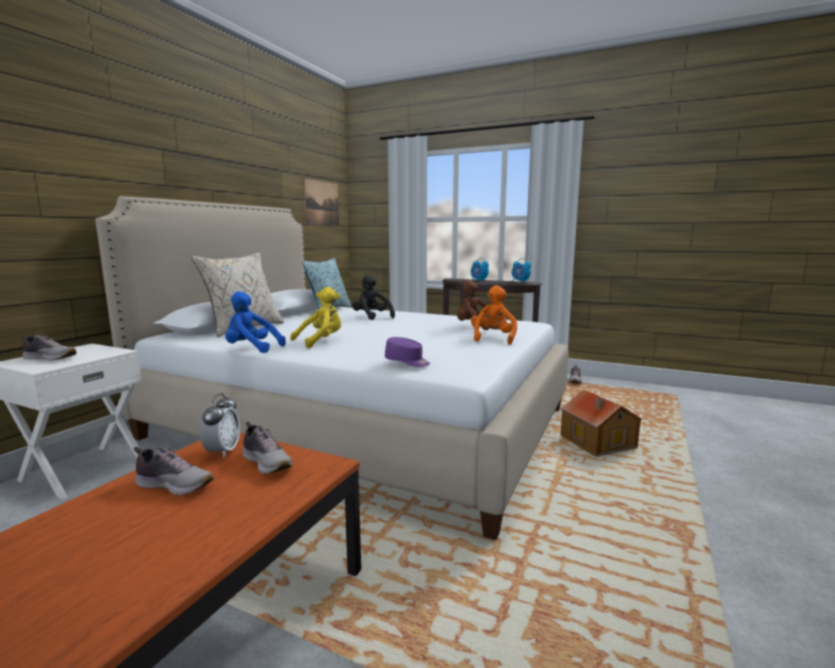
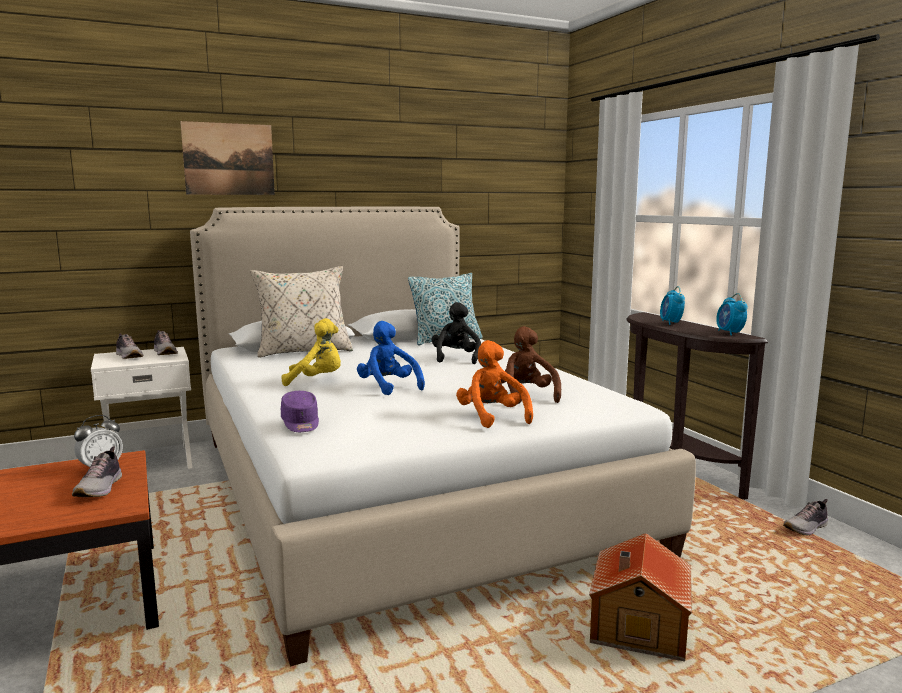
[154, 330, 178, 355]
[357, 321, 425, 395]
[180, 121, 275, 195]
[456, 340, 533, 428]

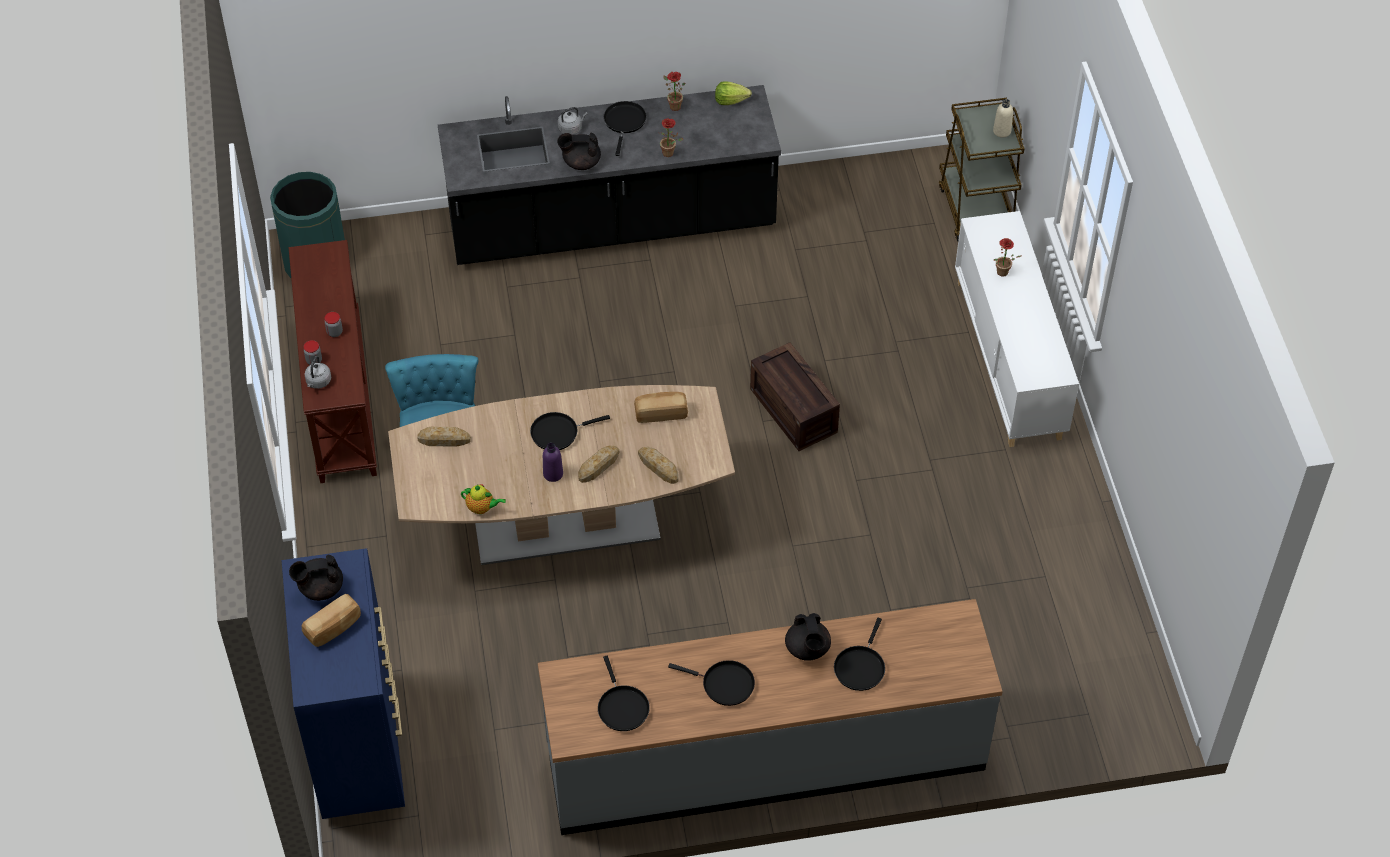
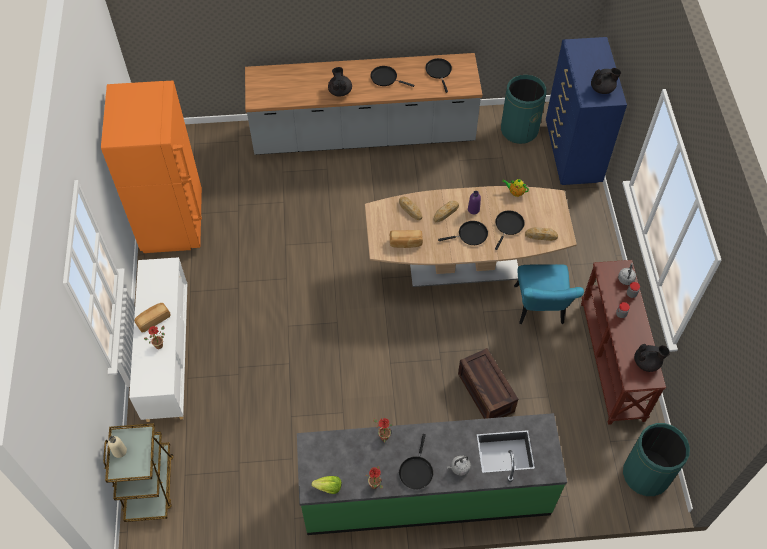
[101, 81, 202, 253]
[501, 75, 547, 144]
[134, 303, 170, 333]
[634, 344, 670, 372]
[458, 348, 518, 419]
[495, 210, 525, 250]
[297, 413, 567, 535]

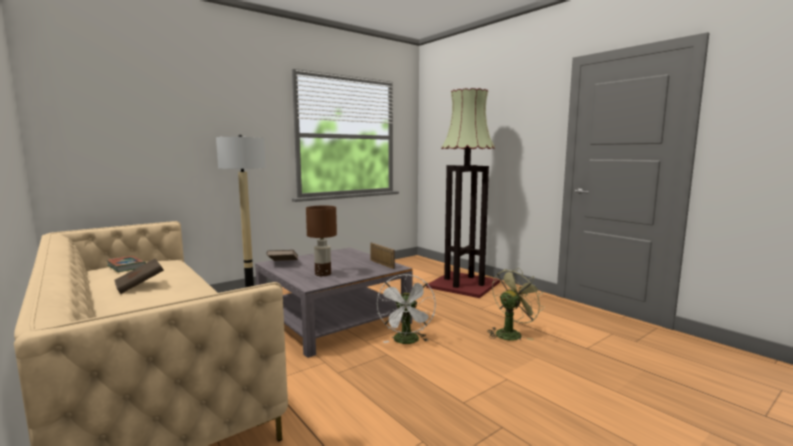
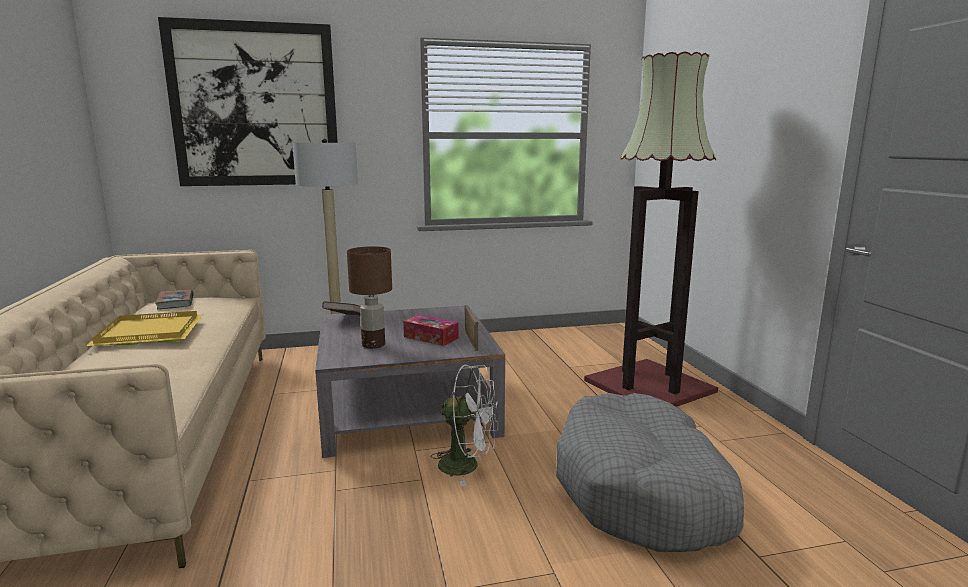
[158, 17, 338, 186]
[403, 315, 459, 346]
[86, 311, 203, 346]
[556, 393, 744, 552]
[431, 365, 498, 486]

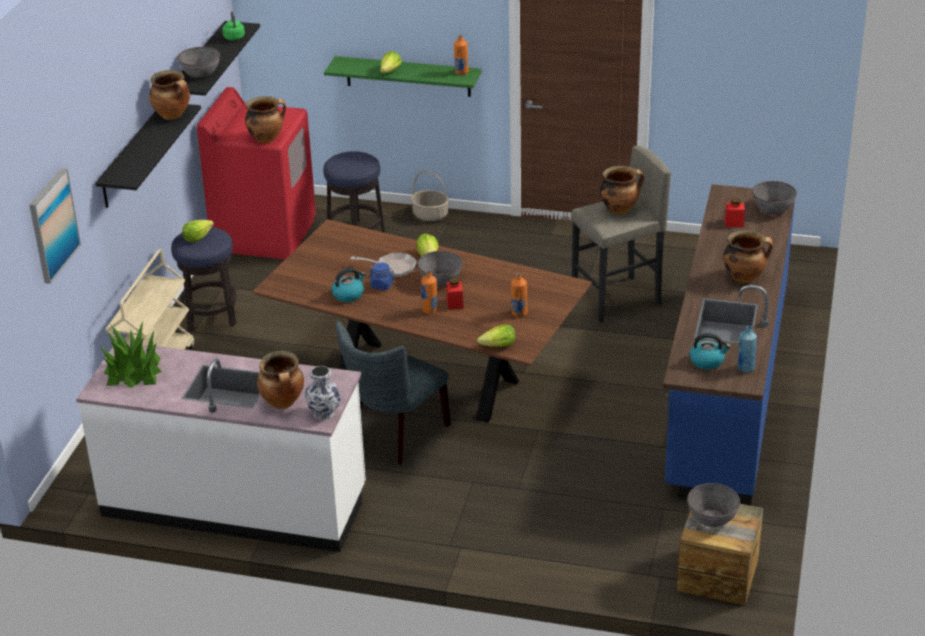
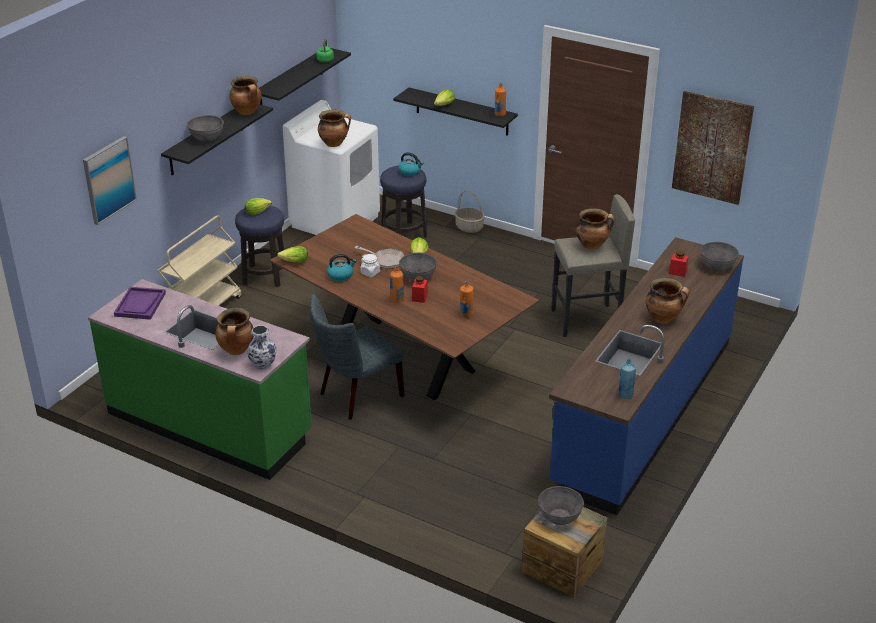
[672, 91, 754, 205]
[187, 115, 224, 142]
[277, 246, 308, 263]
[399, 152, 423, 176]
[114, 287, 166, 320]
[88, 279, 312, 480]
[283, 100, 380, 235]
[393, 88, 518, 136]
[360, 254, 380, 277]

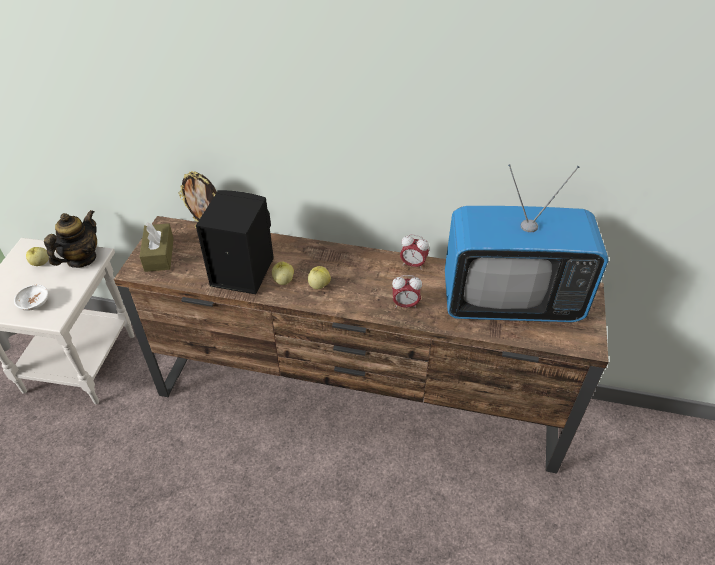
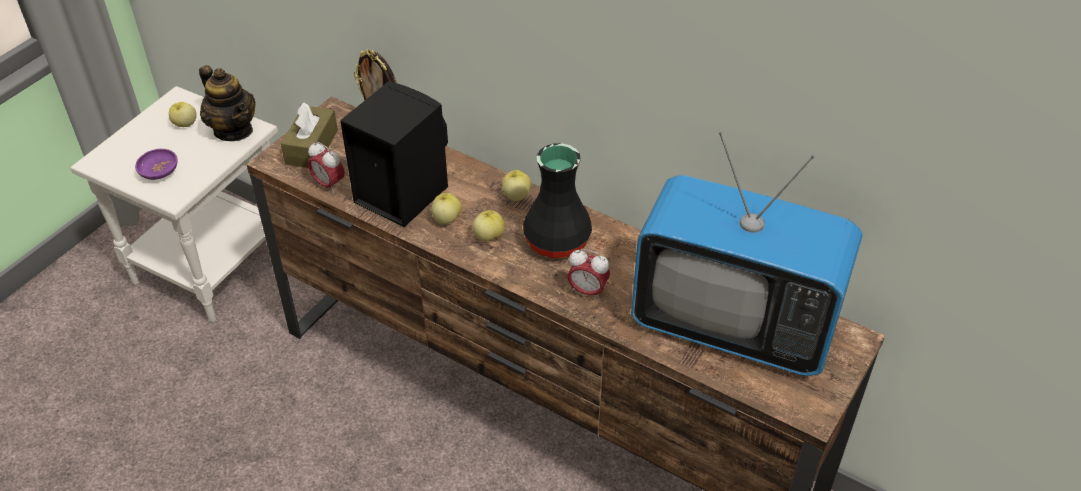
[502, 170, 531, 201]
[523, 143, 592, 258]
[308, 142, 345, 193]
[135, 149, 178, 180]
[199, 65, 255, 141]

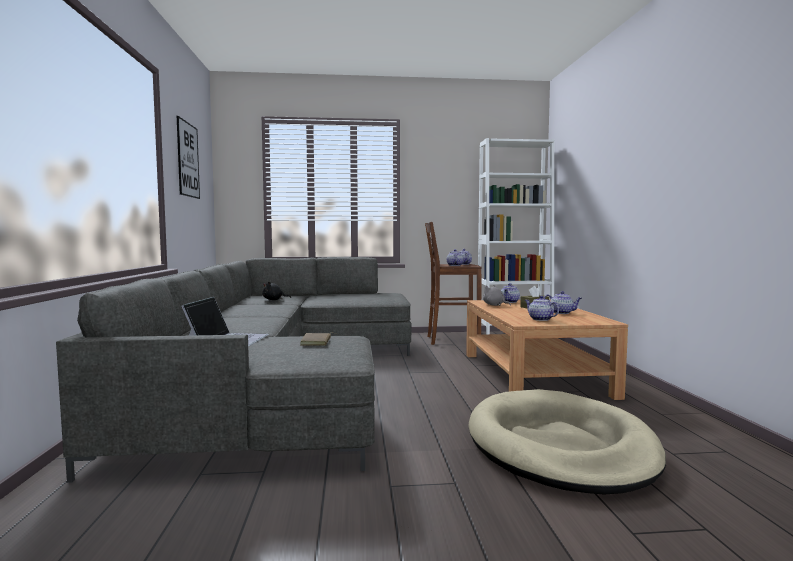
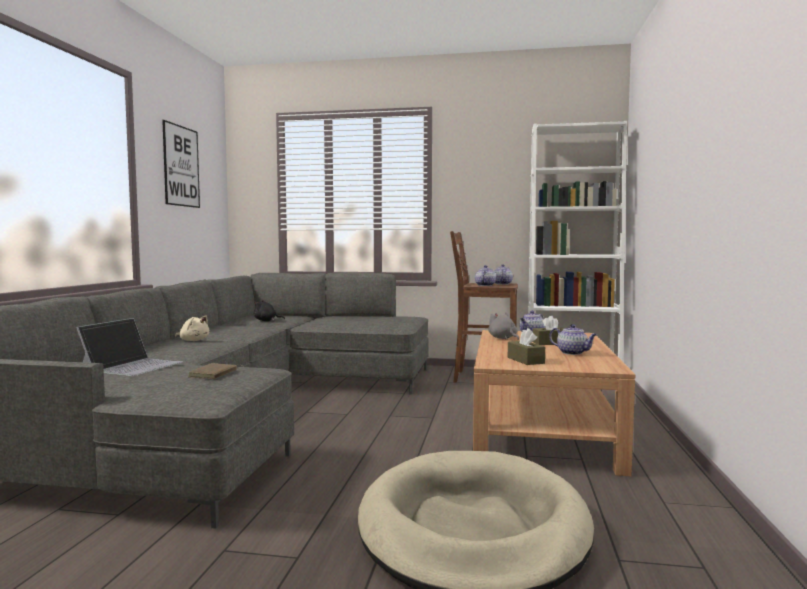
[175, 316, 210, 341]
[508, 328, 545, 365]

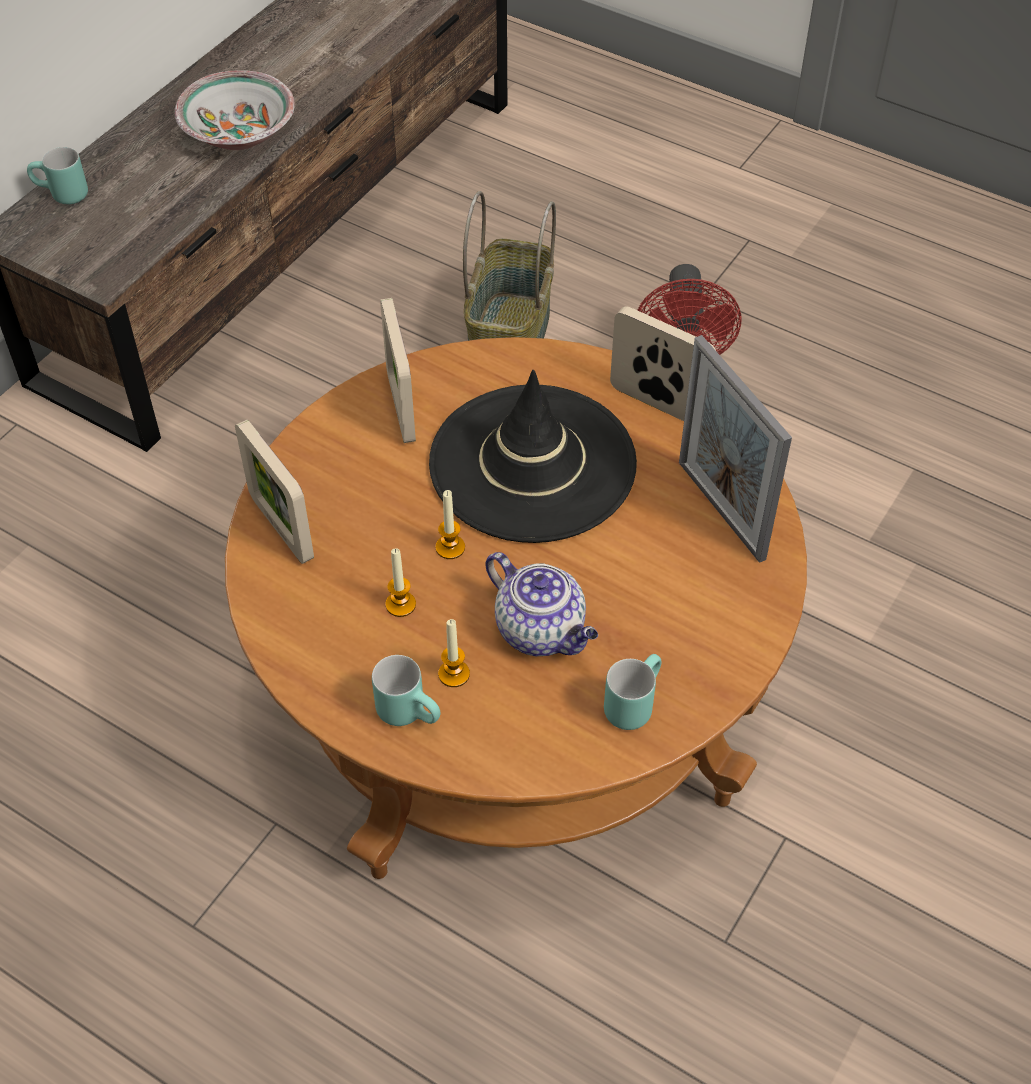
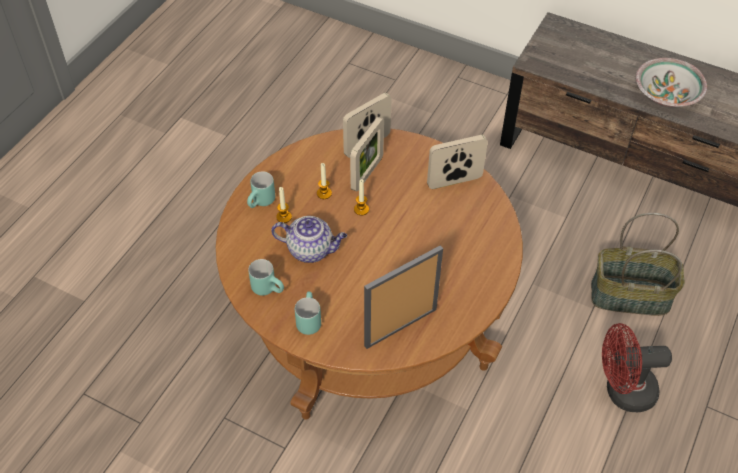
[429, 370, 637, 543] (first image)
[295, 292, 321, 335]
[350, 117, 384, 192]
[271, 216, 347, 263]

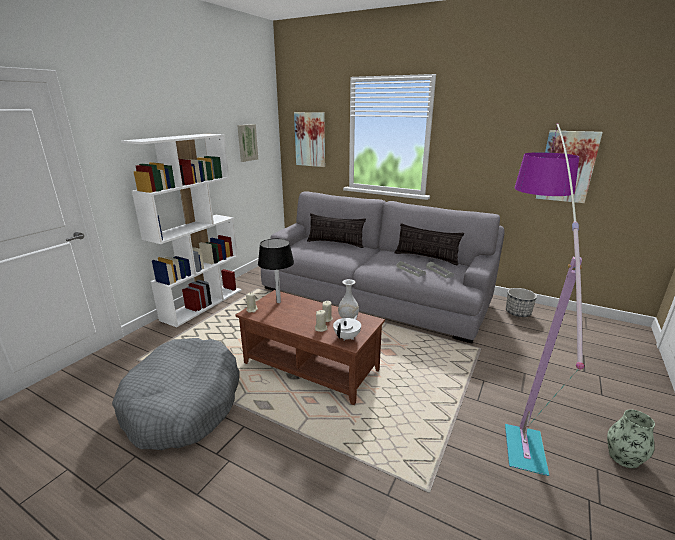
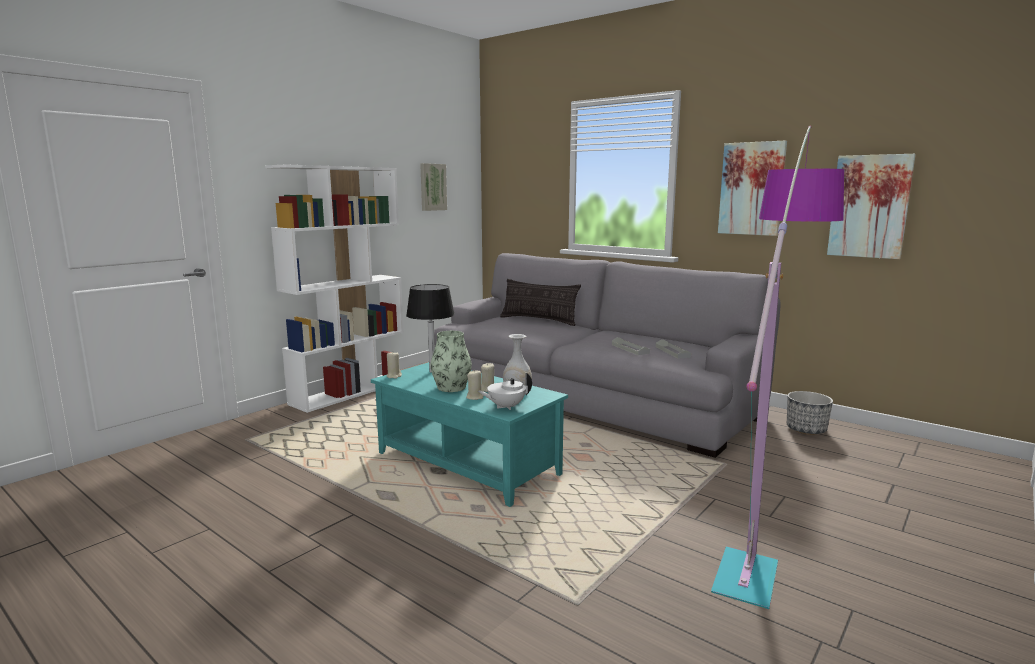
[112, 338, 240, 450] (first image)
[395, 223, 464, 265] (first image)
[718, 141, 787, 236]
[430, 331, 472, 392]
[371, 362, 568, 507]
[478, 373, 532, 410]

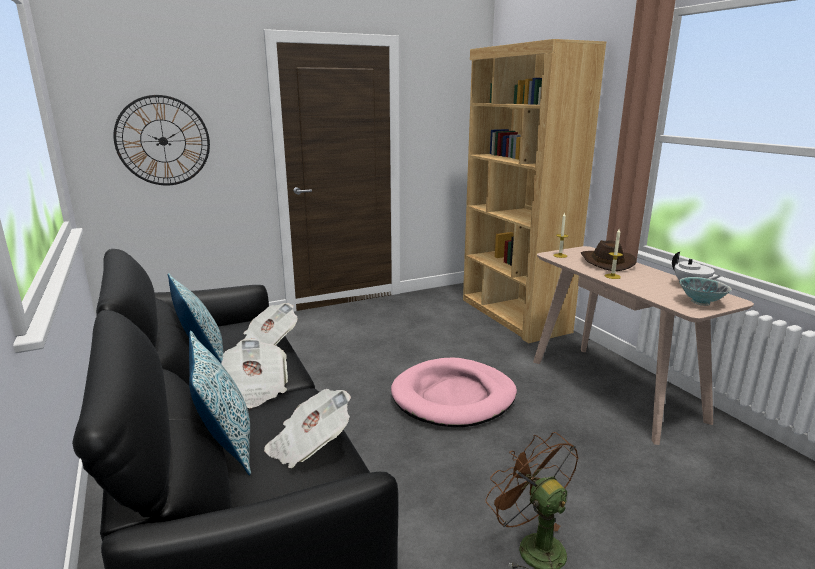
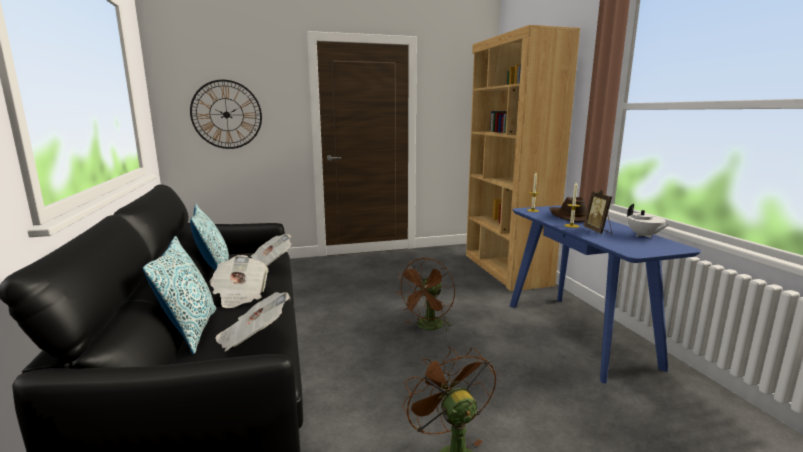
[679, 277, 732, 306] (first image)
[583, 190, 612, 233]
[398, 258, 455, 332]
[510, 206, 701, 384]

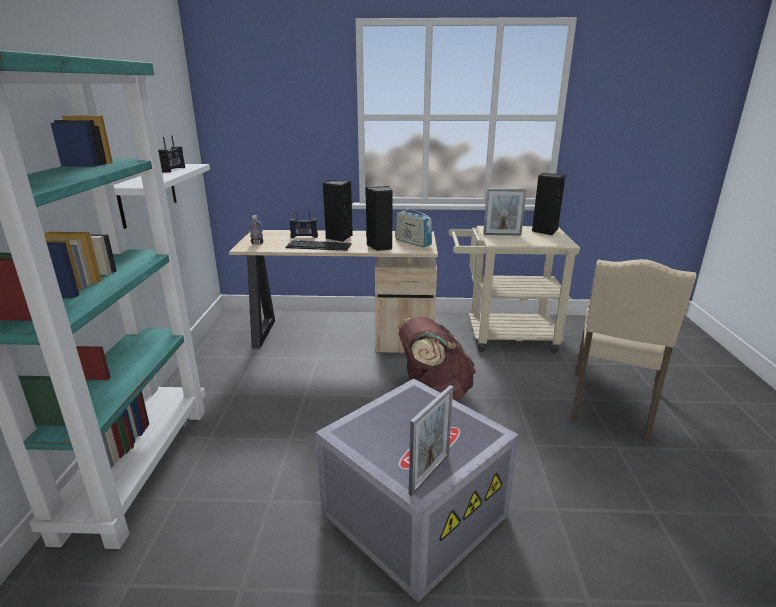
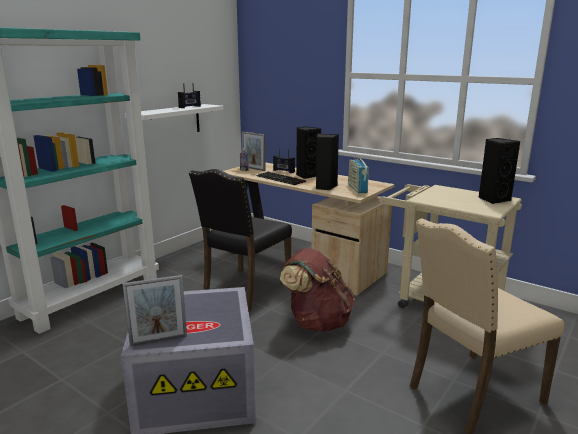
[189, 169, 292, 312]
[242, 131, 266, 171]

